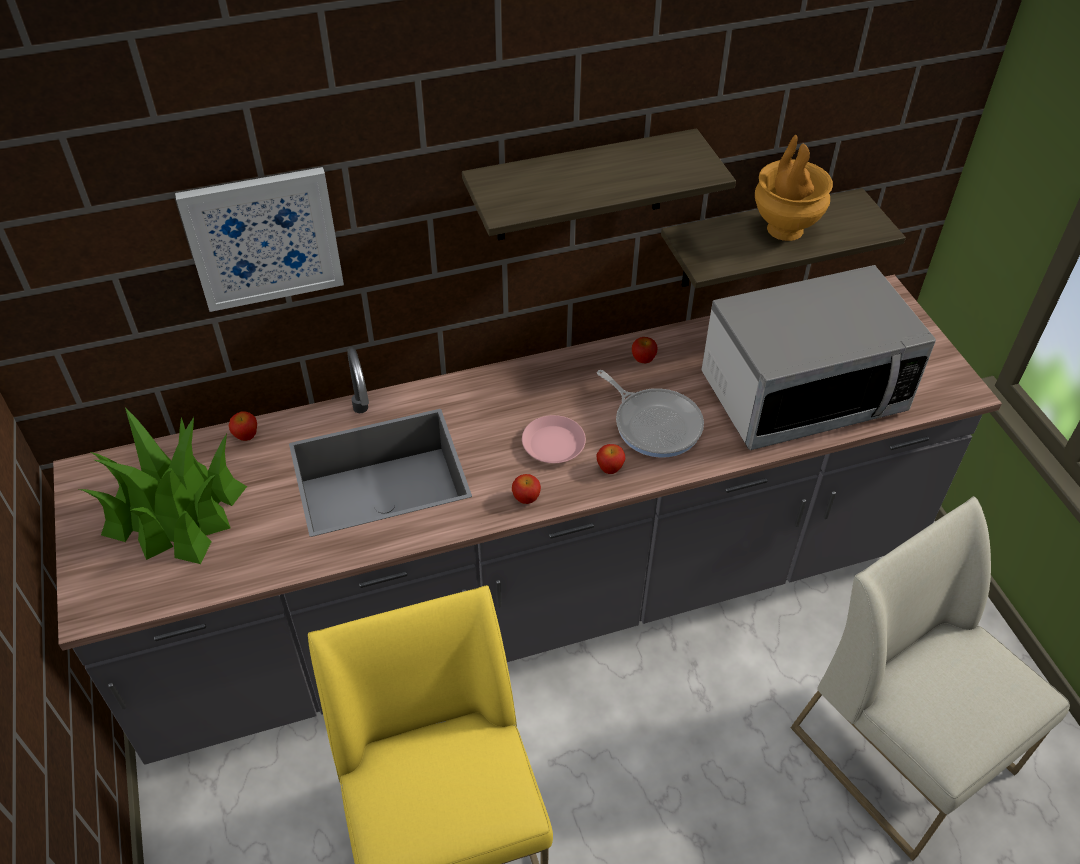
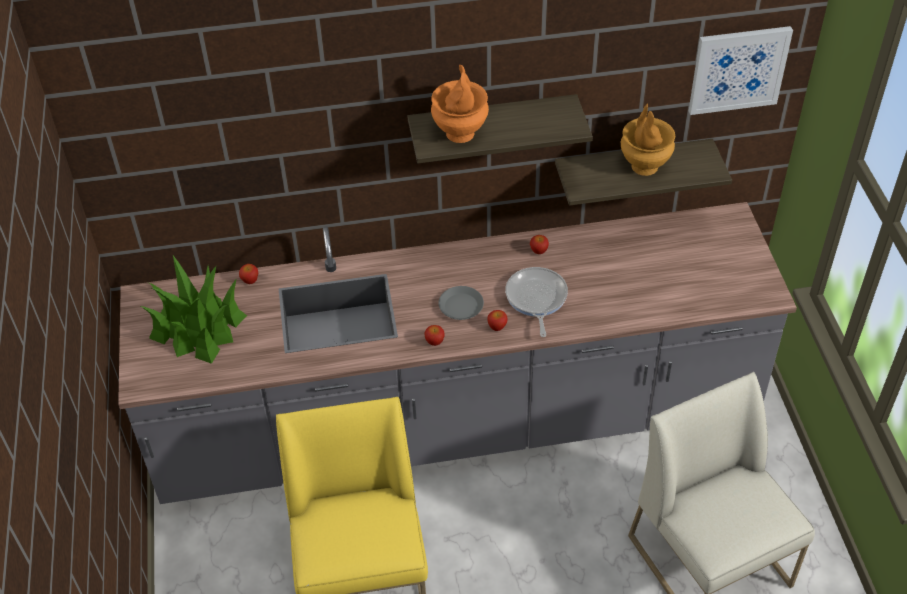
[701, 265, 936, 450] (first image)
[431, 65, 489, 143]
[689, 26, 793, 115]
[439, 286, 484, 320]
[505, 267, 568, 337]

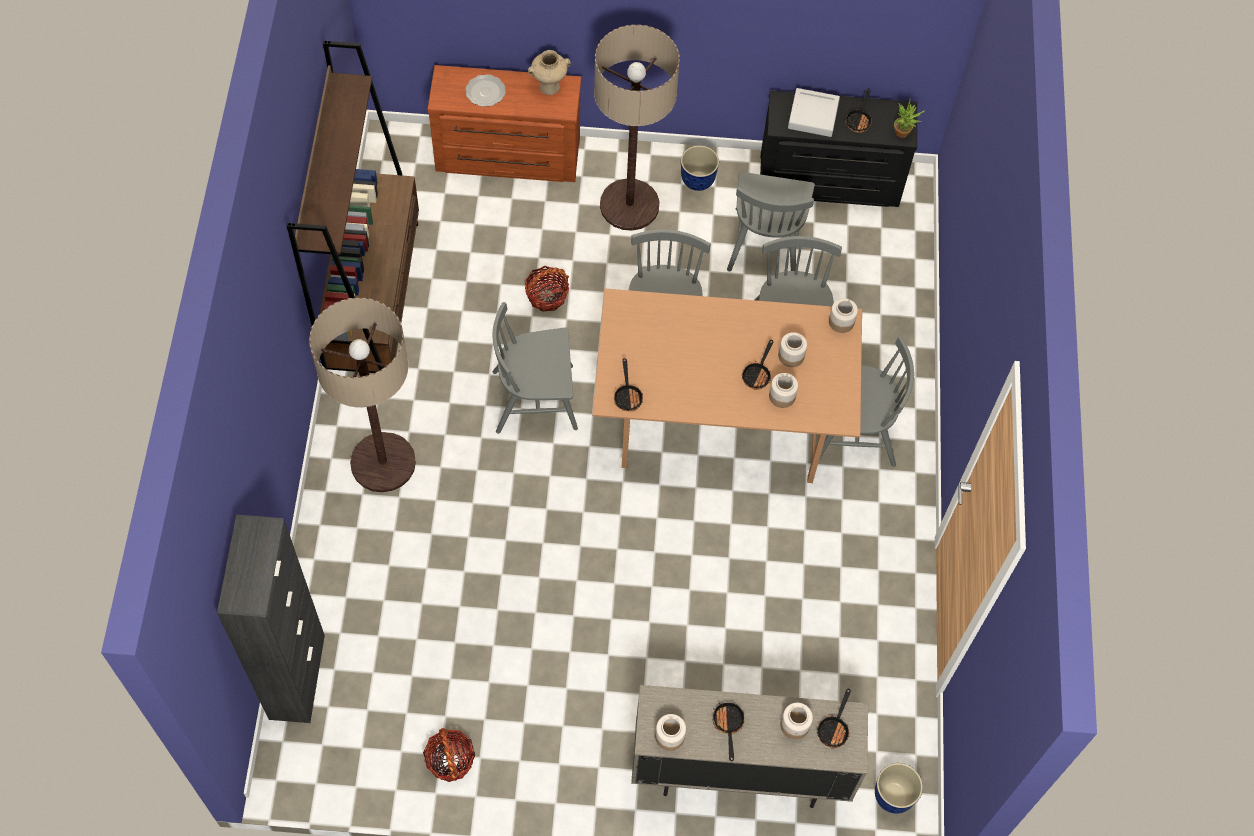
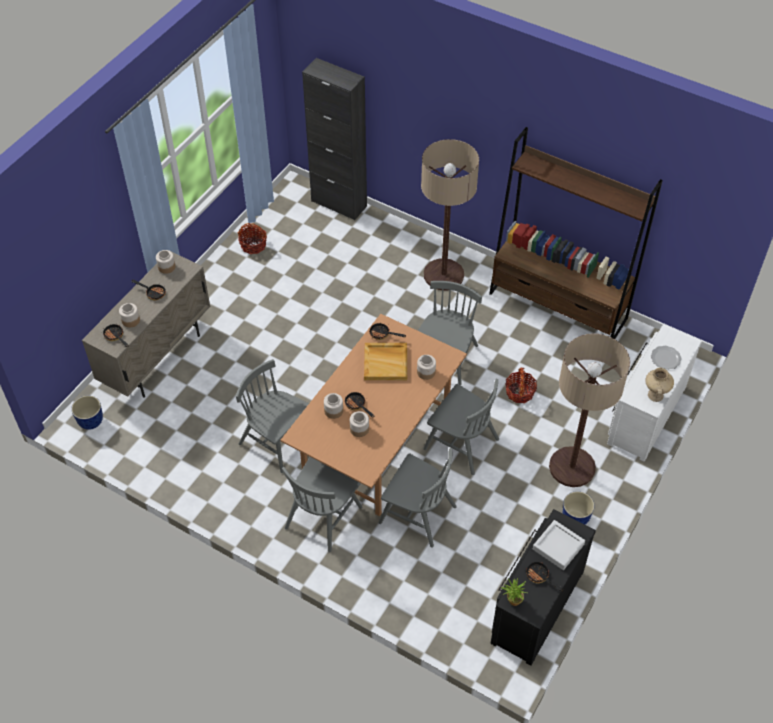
[364, 343, 407, 380]
[236, 359, 309, 473]
[417, 355, 436, 380]
[607, 324, 702, 461]

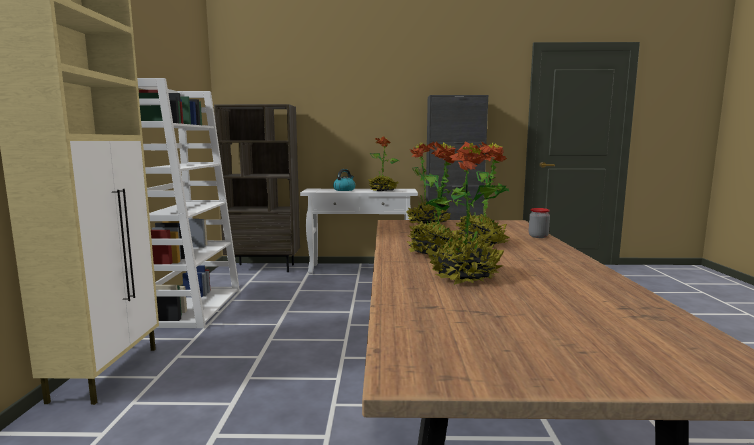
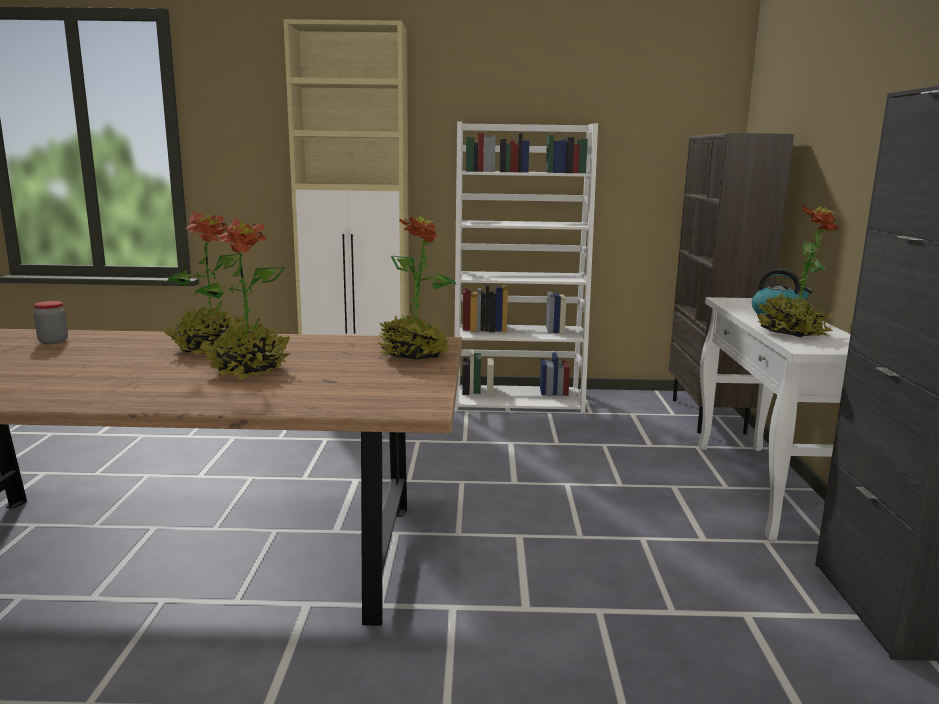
[425, 142, 506, 285] (first image)
[34, 301, 68, 344]

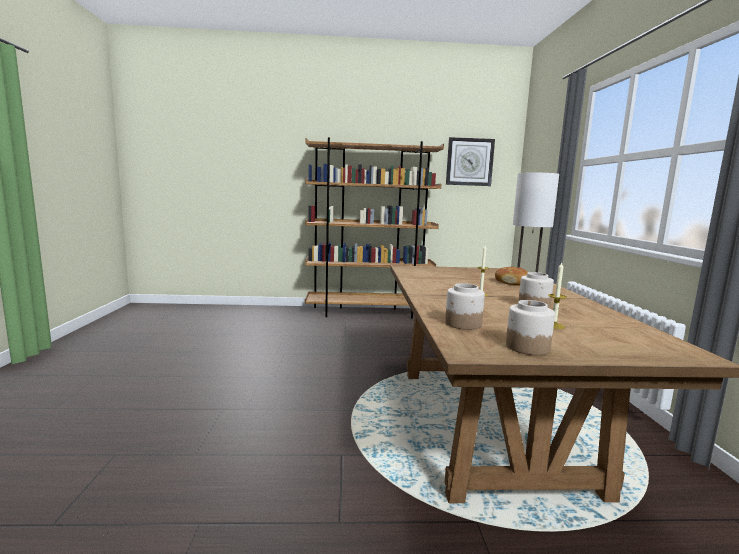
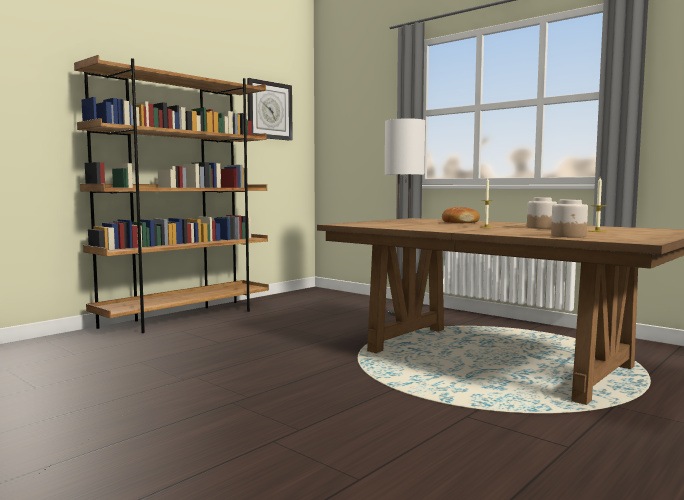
[506, 300, 555, 355] (first image)

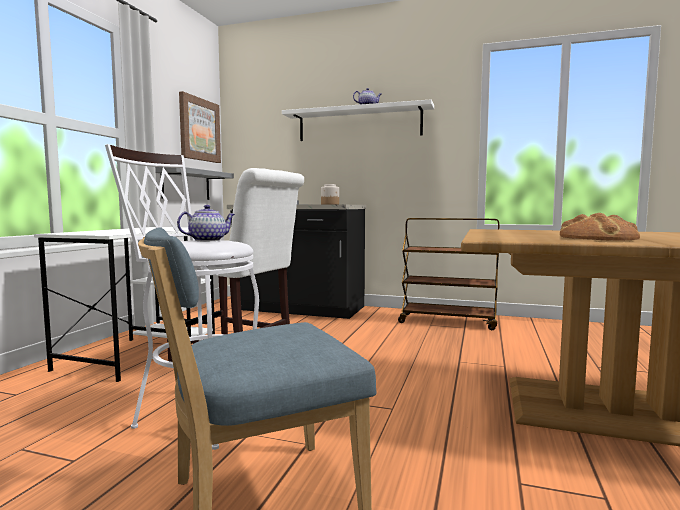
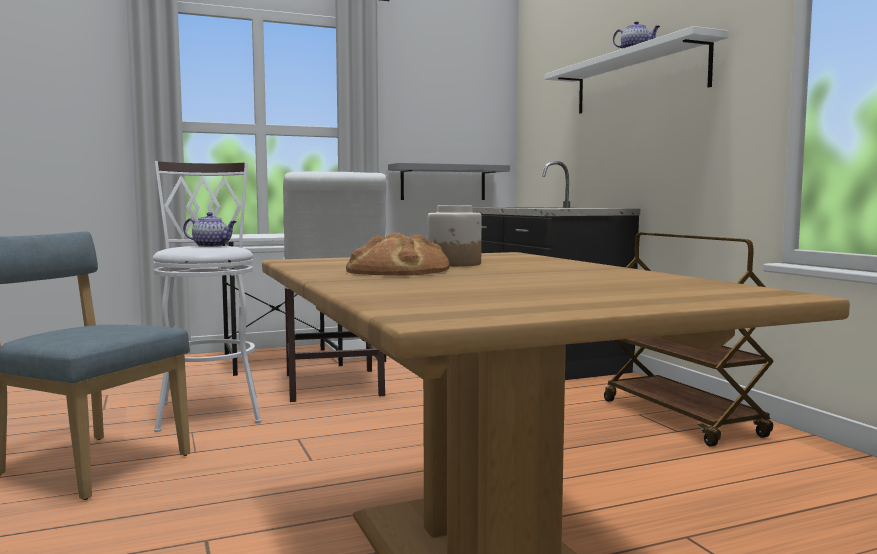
[179, 91, 221, 163] (first image)
[428, 205, 482, 267]

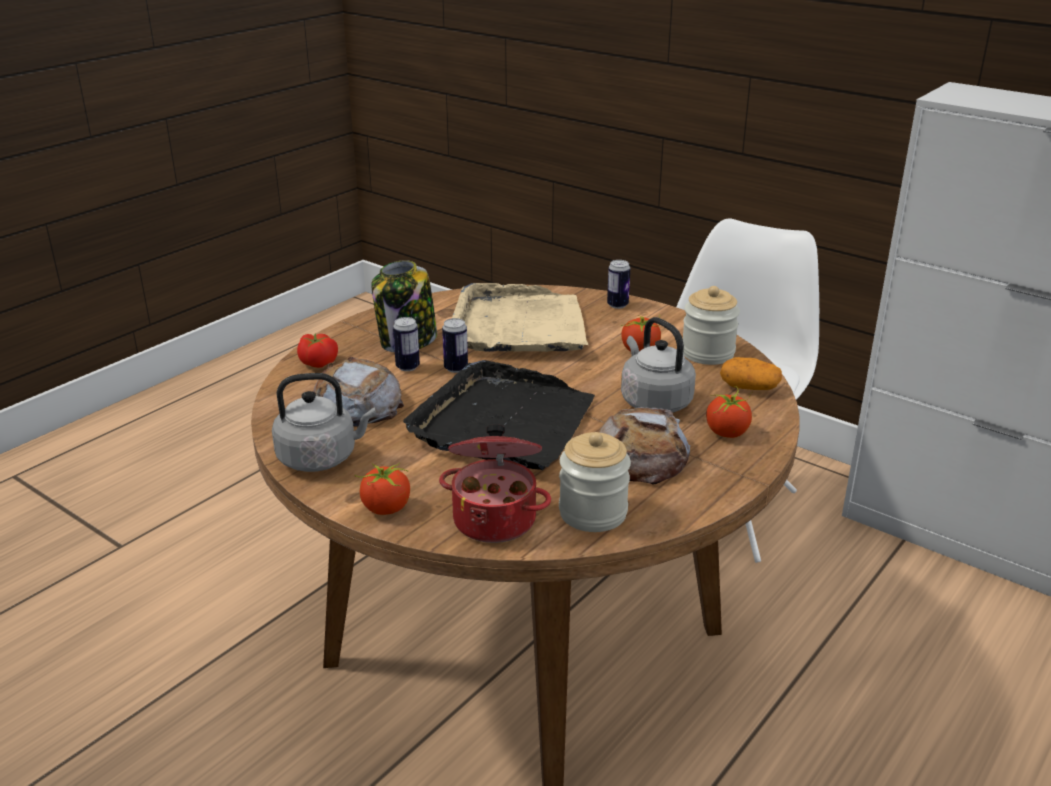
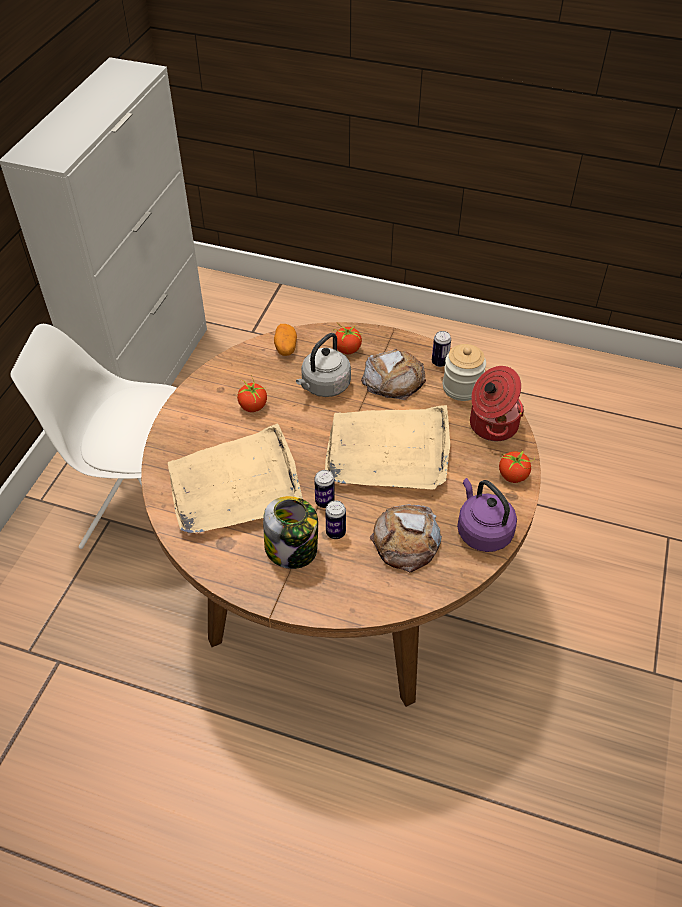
[297, 333, 338, 368] (first image)
[683, 286, 740, 365] (first image)
[432, 331, 451, 367]
[457, 478, 517, 552]
[325, 405, 450, 490]

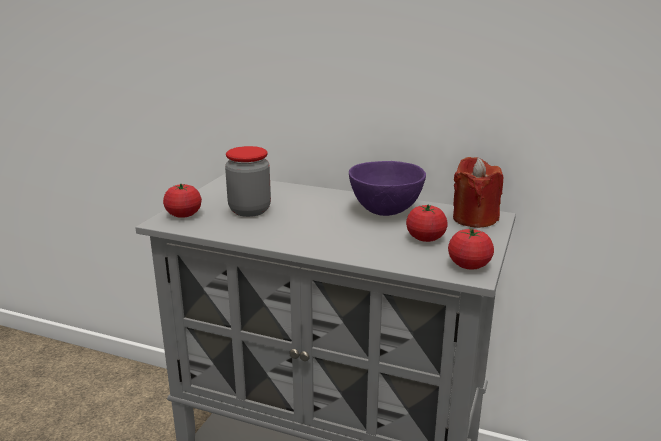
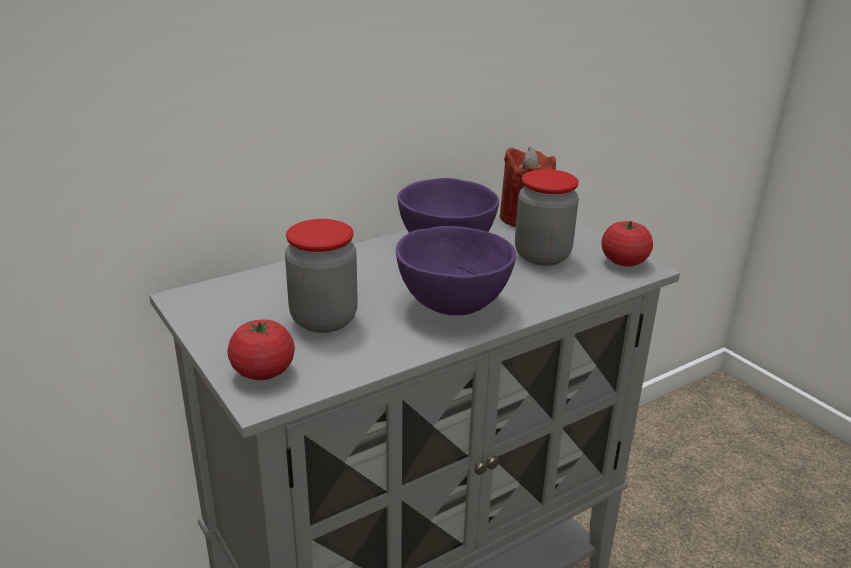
[396, 226, 516, 315]
[515, 169, 579, 266]

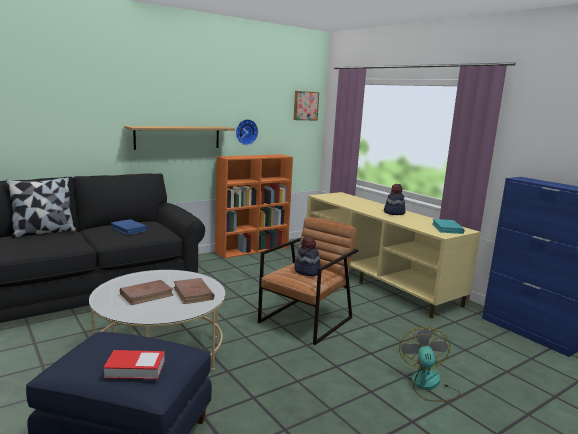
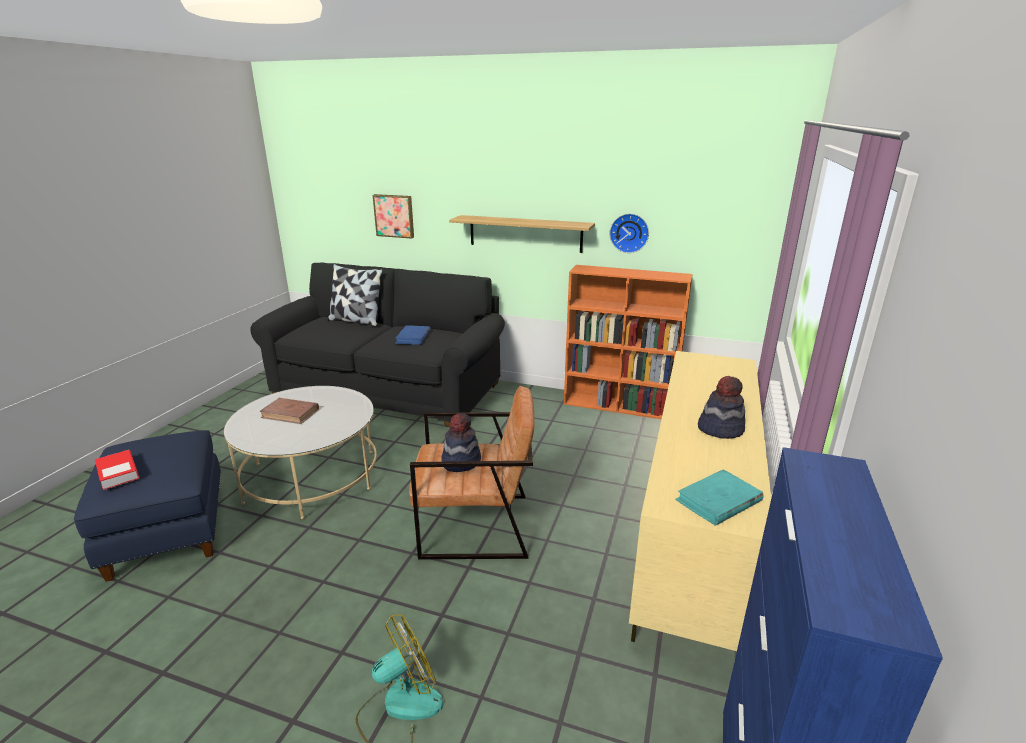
[174, 278, 214, 304] (first image)
[373, 194, 414, 239]

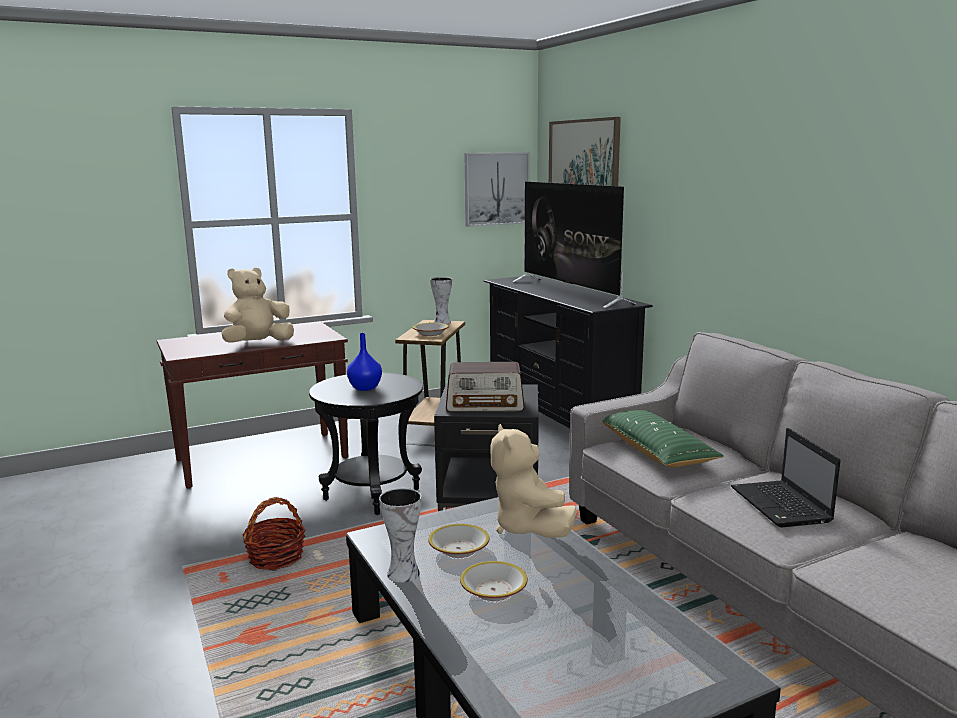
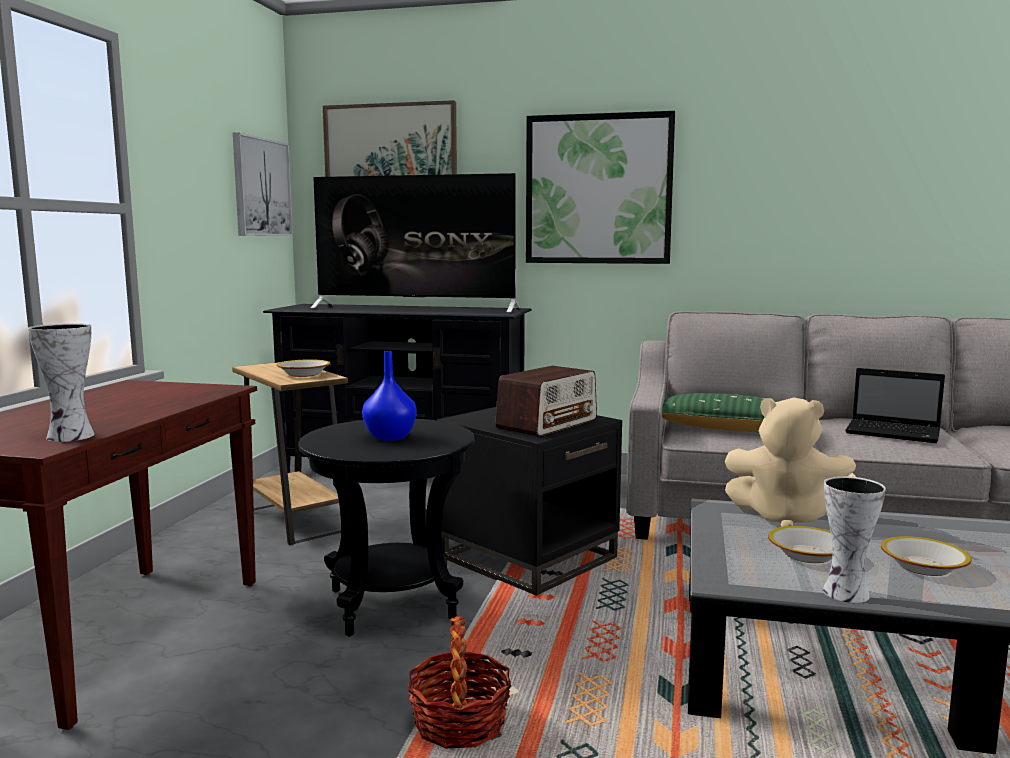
[222, 268, 294, 343] (first image)
[526, 111, 675, 264]
[28, 323, 95, 442]

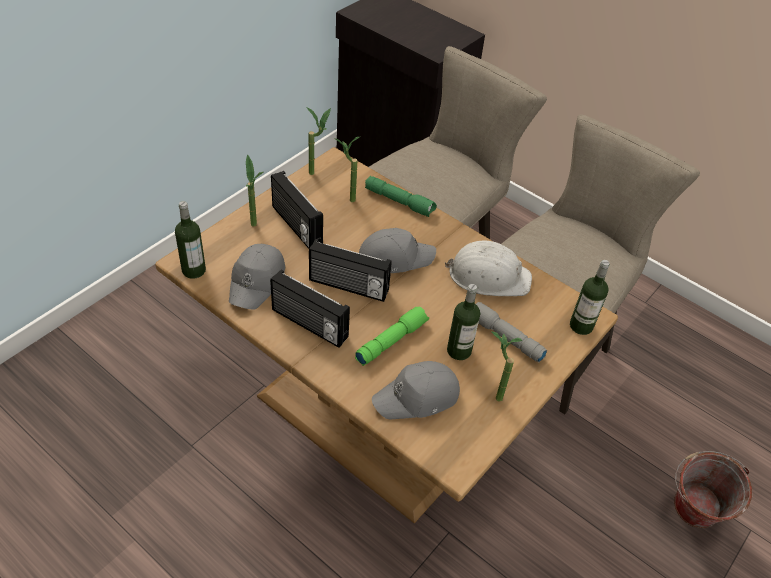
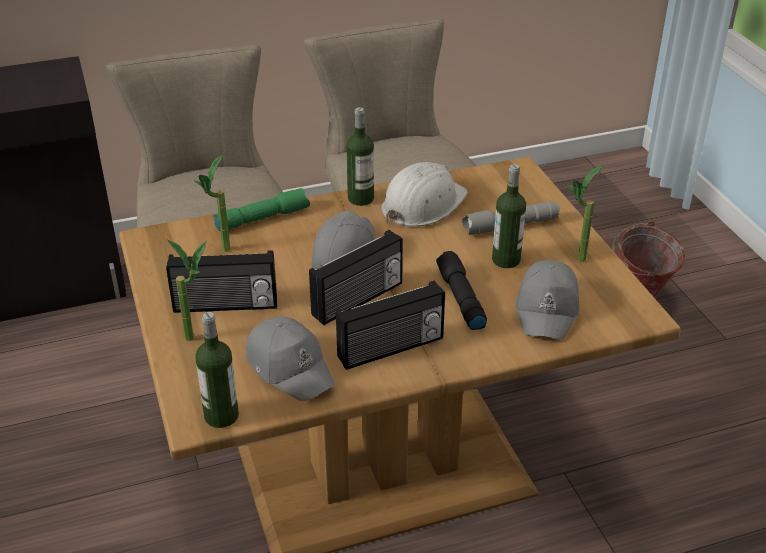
[306, 107, 331, 175] (first image)
[346, 107, 374, 206]
[436, 251, 487, 330]

